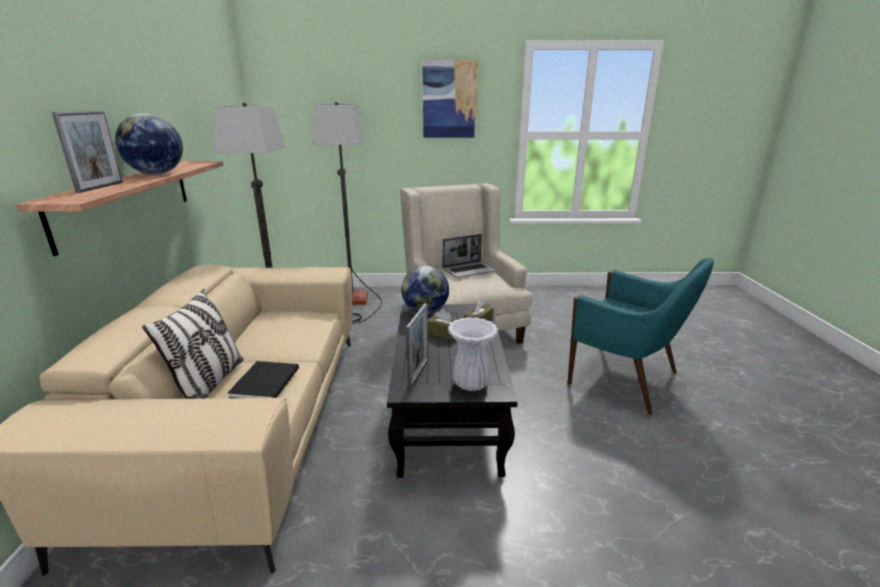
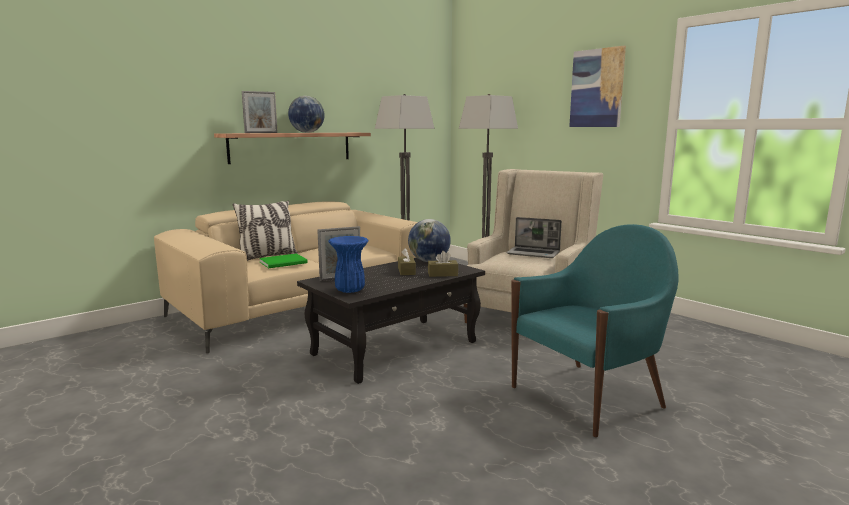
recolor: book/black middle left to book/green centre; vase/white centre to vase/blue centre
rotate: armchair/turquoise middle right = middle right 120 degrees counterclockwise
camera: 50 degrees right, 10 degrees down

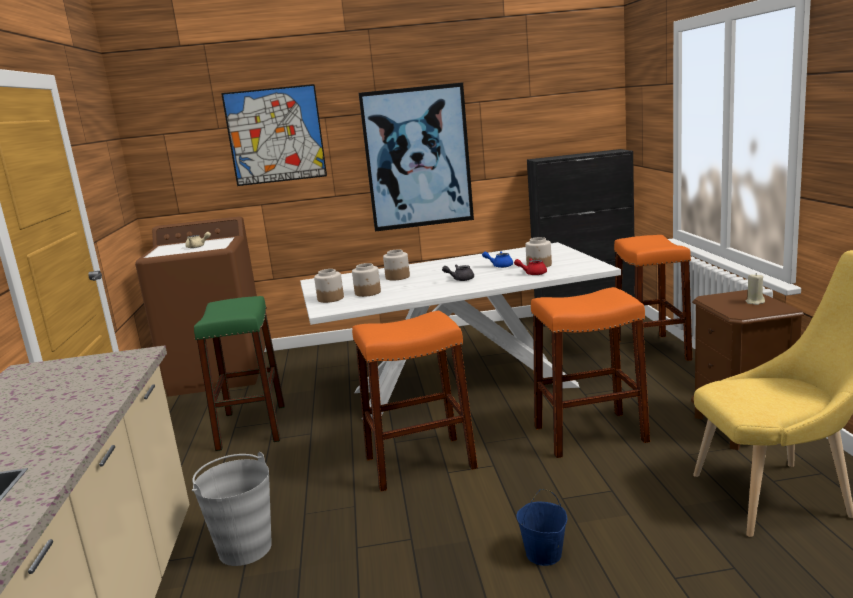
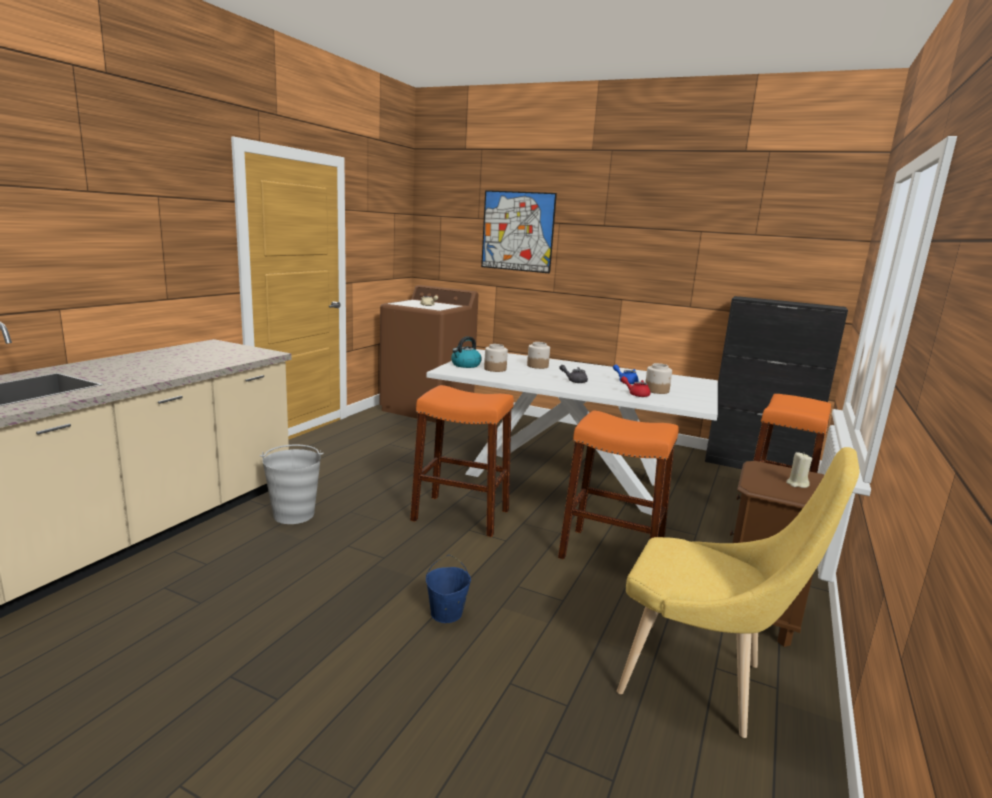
delete: stool/green middle left; picture (2nd from left) top centre
replace: jar (1st from left) centre to kettle centre
camera: 30 degrees right, 0 degrees up

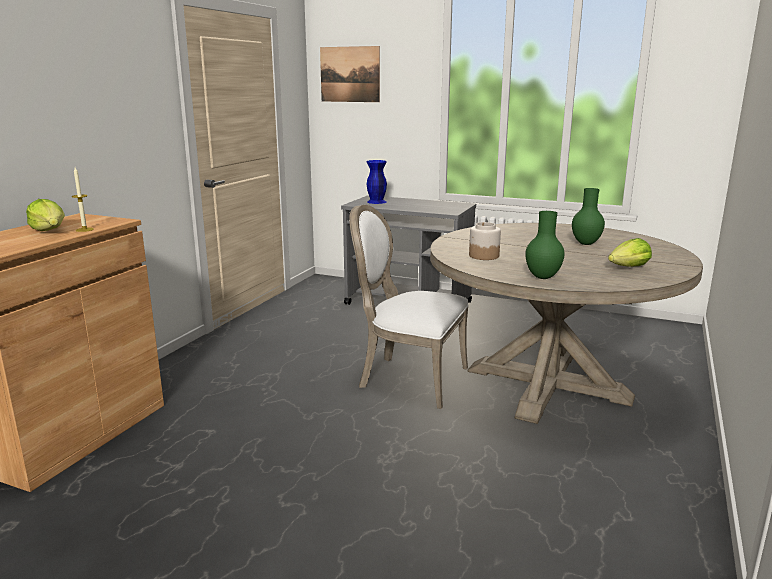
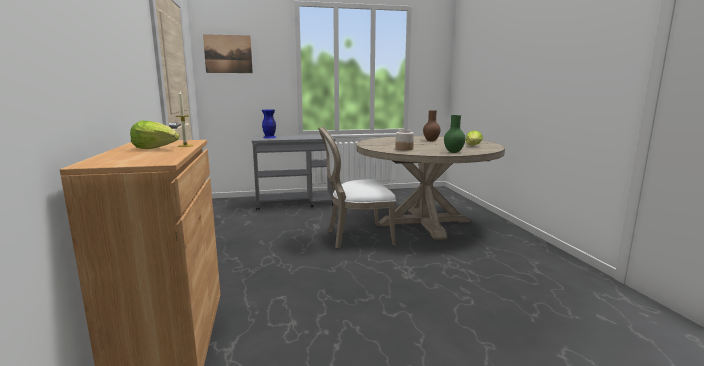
recolor: vase/green (2nd from left) middle right to vase/brown centre
camera: 35 degrees left, 5 degrees down

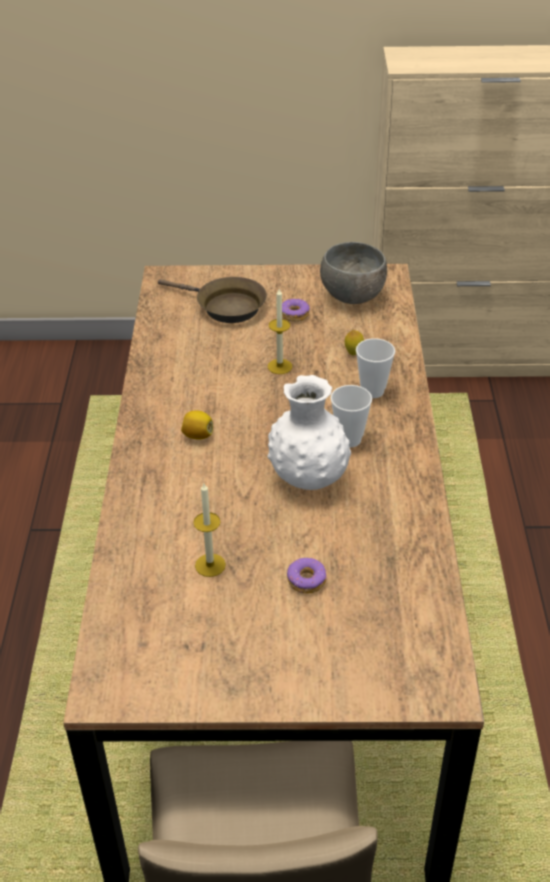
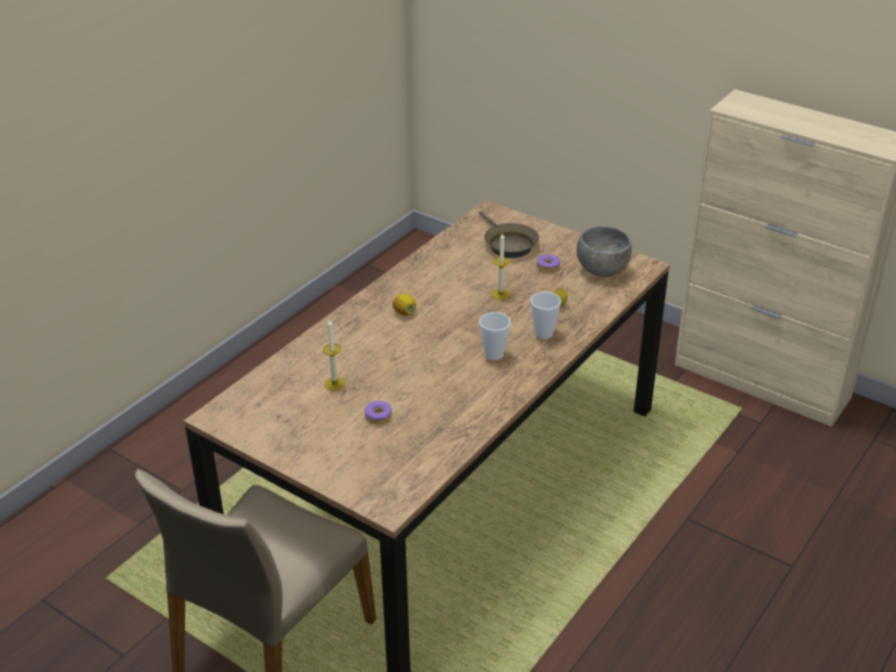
delete: vase/white centre
camera: 35 degrees right, 5 degrees down

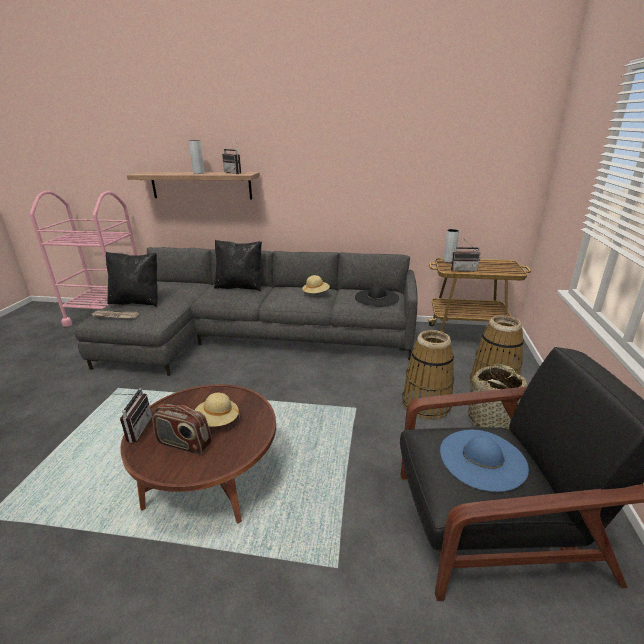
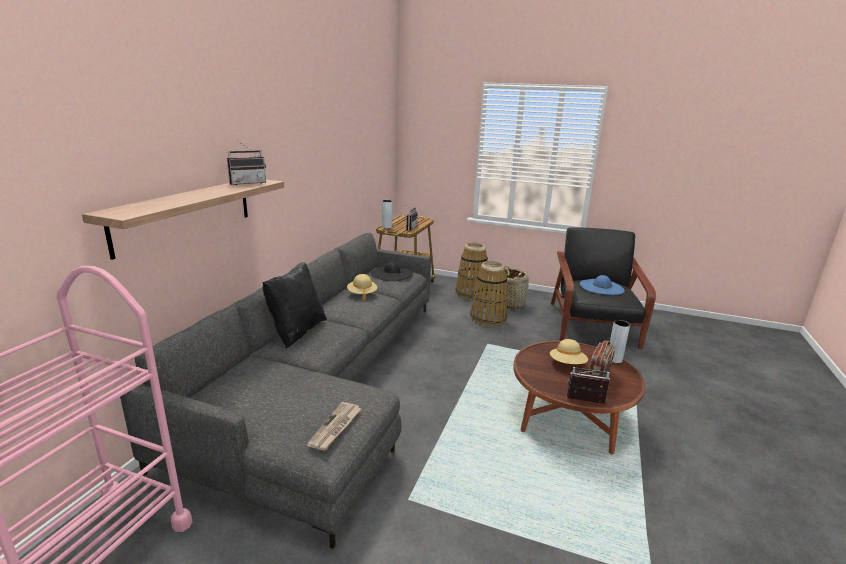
delete: pillow/black (1st from left) middle left
move: vase/grey (1st from left in the first image) top left to vase/grey (2nd from left) middle right
camera: 80 degrees left, 5 degrees down

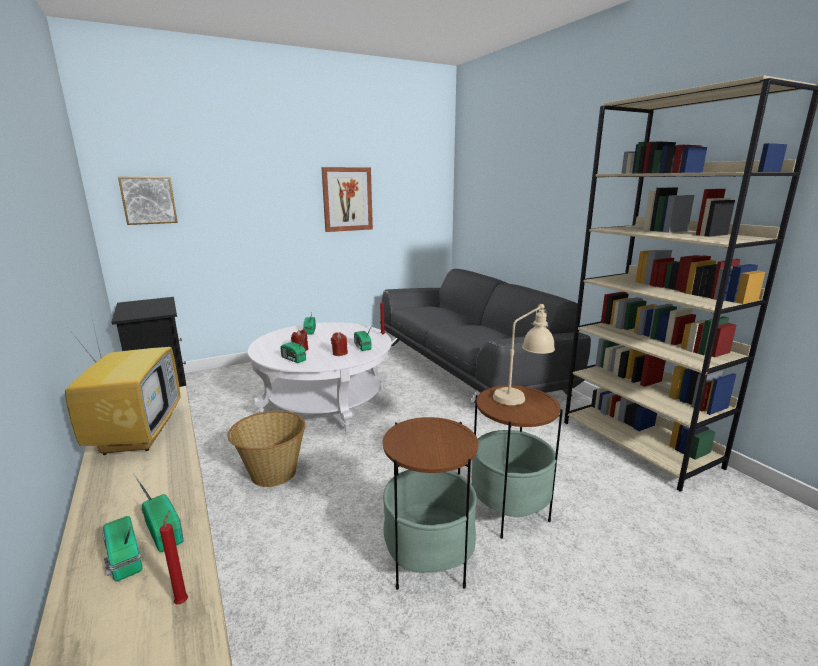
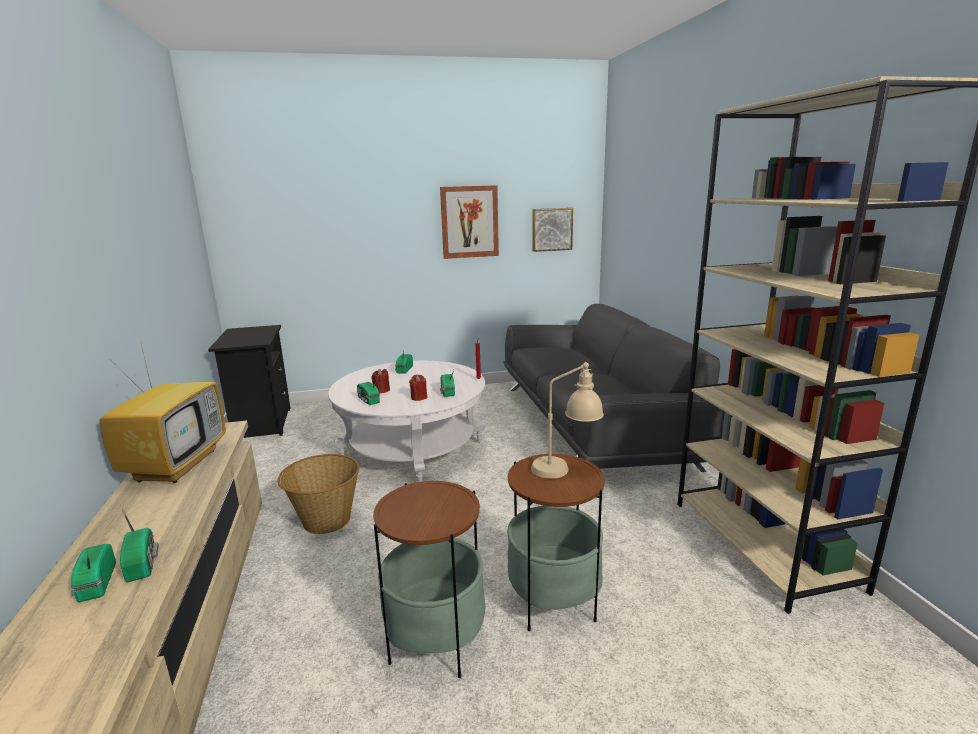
delete: candle/red (1st from left) bottom left
move: picture (1st from left in the first image) top left to picture (2nd from left) top centre
camera: 15 degrees right, 0 degrees up

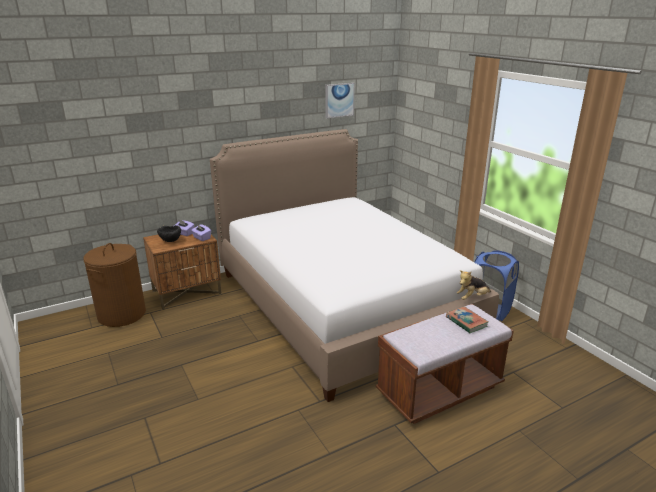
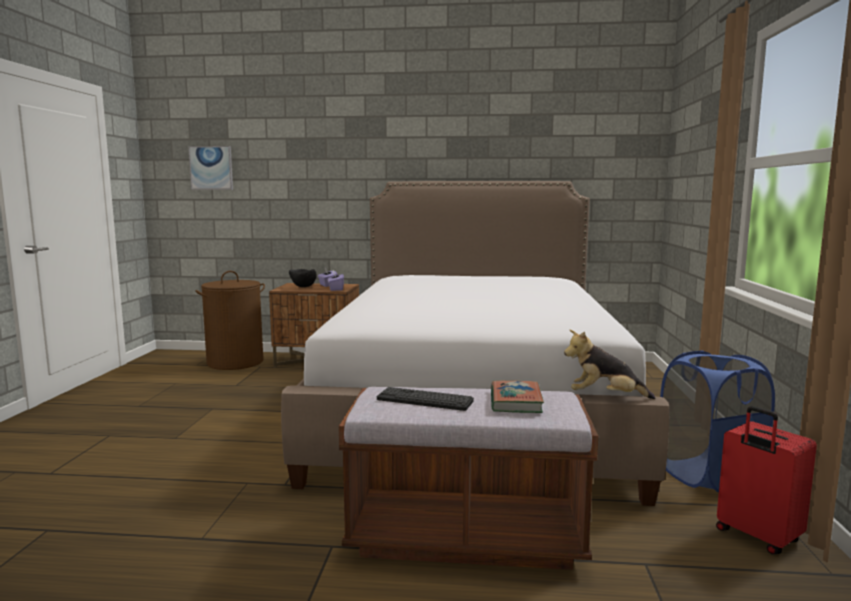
insert: keyboard centre; suitcase/red bottom right
move: picture top centre to top left
camera: 35 degrees right, 15 degrees down

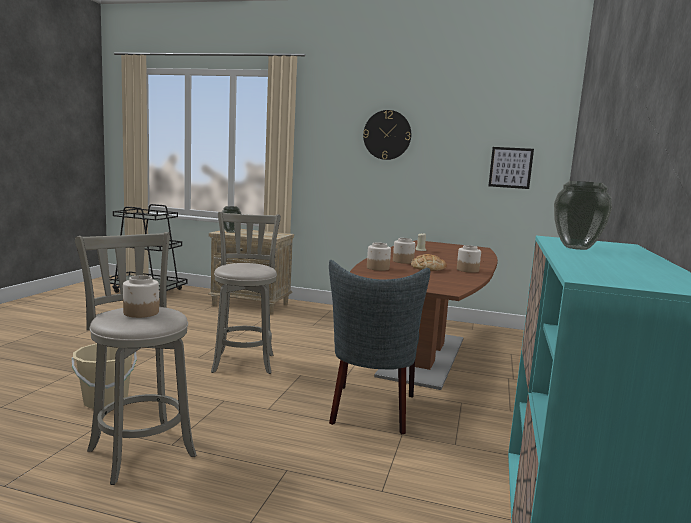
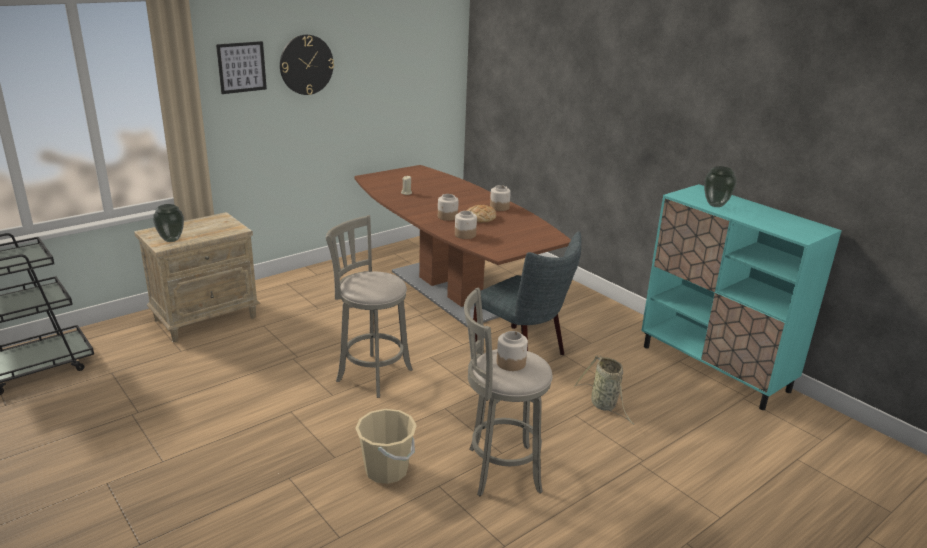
insert: basket bottom centre
move: picture top right to top left
camera: 55 degrees left, 15 degrees up

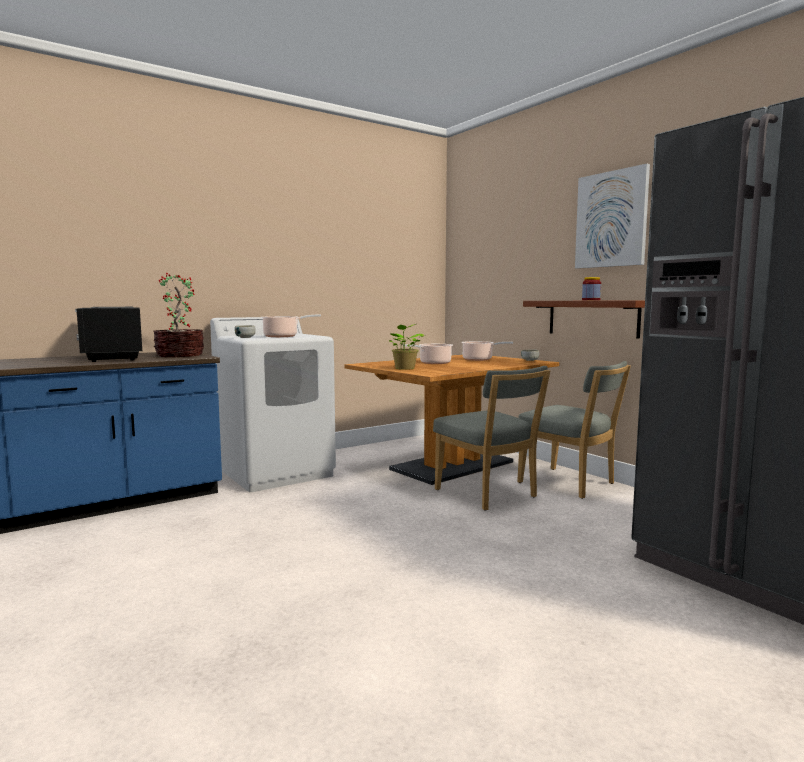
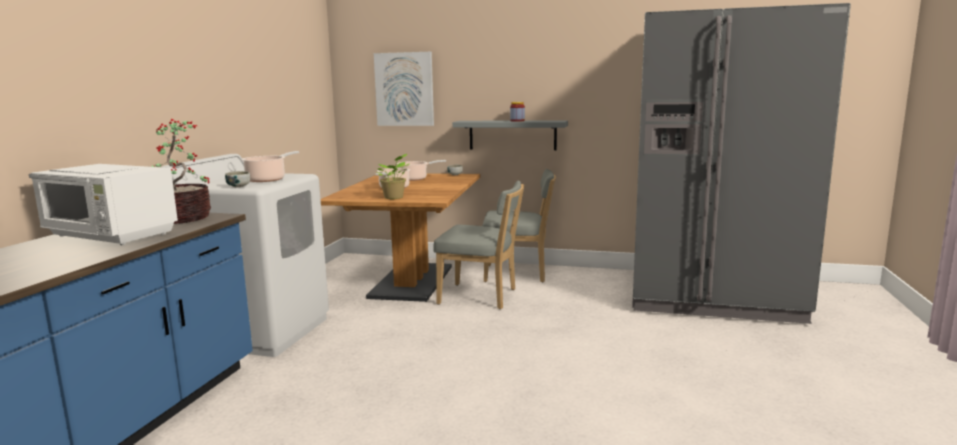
move: picture top right to top centre
recolor: microwave/black middle left to microwave/white middle left; shelf/brown middle right to shelf/grey top centre
camera: 40 degrees left, 5 degrees up

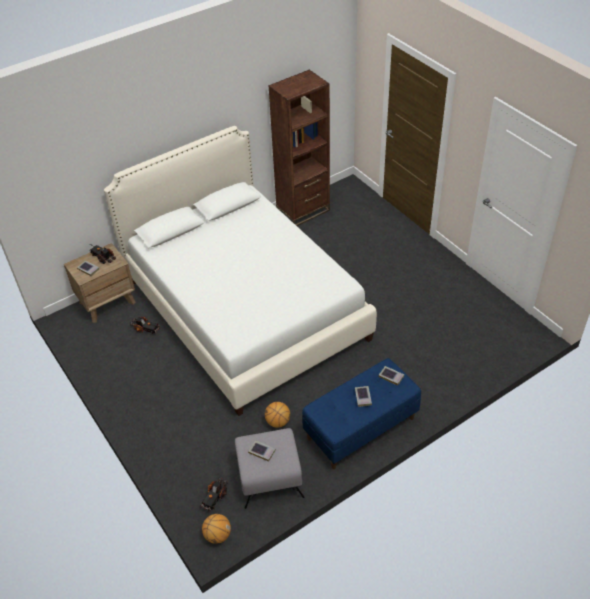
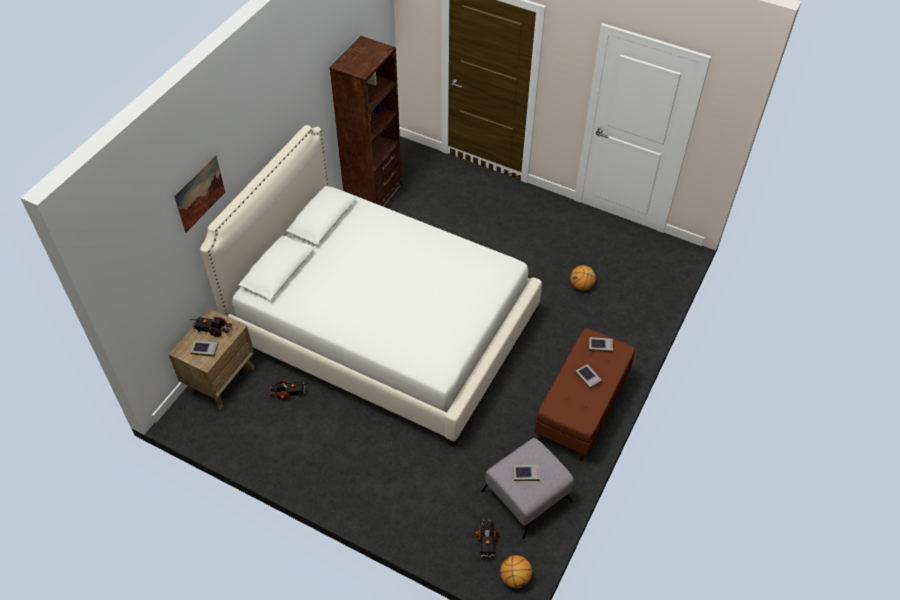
insert: picture top left
move: basketball (2nd from left) bottom centre to centre
recolor: bench/blue bottom centre to bench/brown centre
camera: 30 degrees left, 5 degrees up

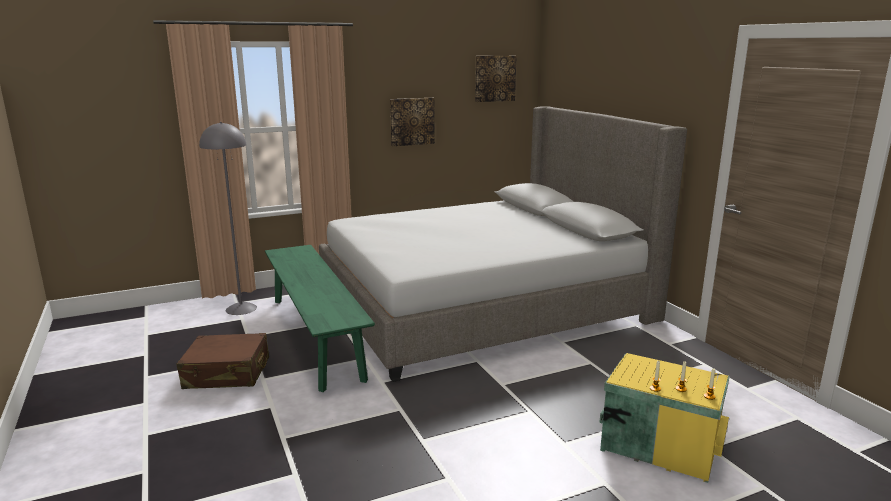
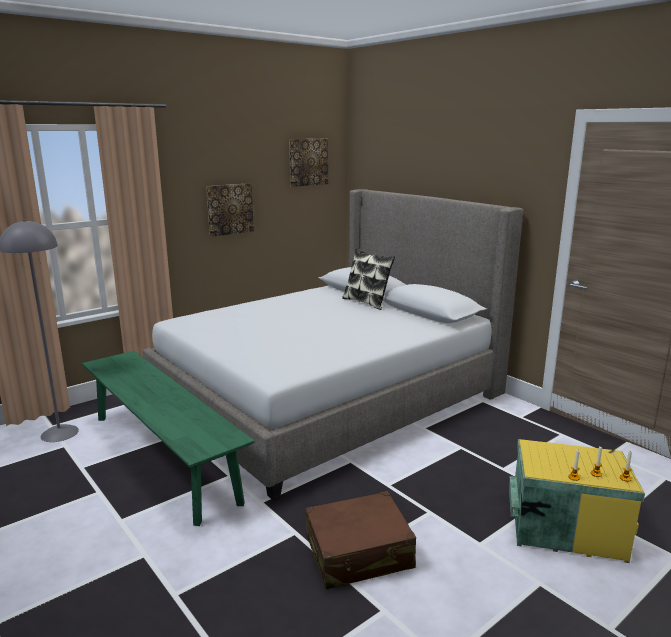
insert: pillow centre
move: suitcase/brown bottom left to bottom centre
camera: 15 degrees left, 0 degrees up

